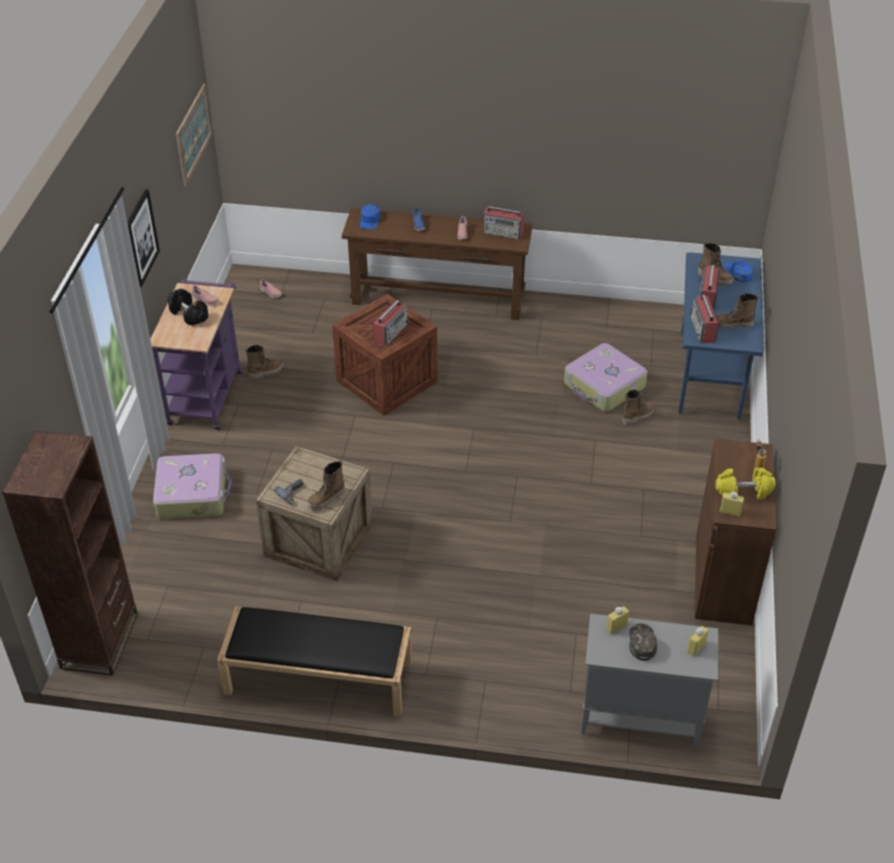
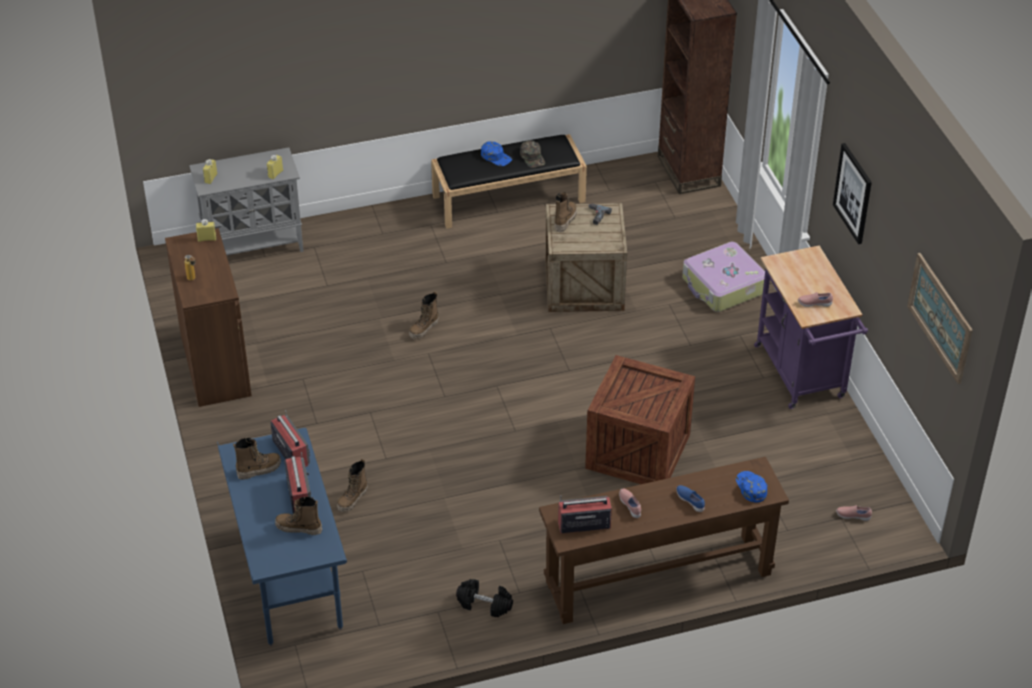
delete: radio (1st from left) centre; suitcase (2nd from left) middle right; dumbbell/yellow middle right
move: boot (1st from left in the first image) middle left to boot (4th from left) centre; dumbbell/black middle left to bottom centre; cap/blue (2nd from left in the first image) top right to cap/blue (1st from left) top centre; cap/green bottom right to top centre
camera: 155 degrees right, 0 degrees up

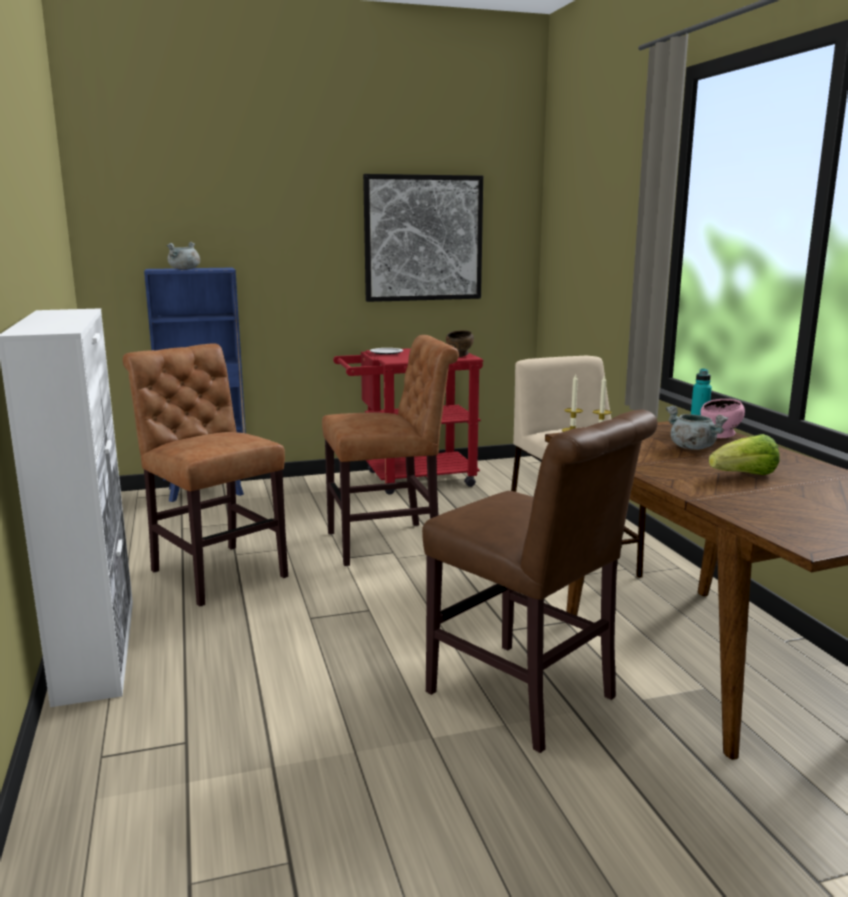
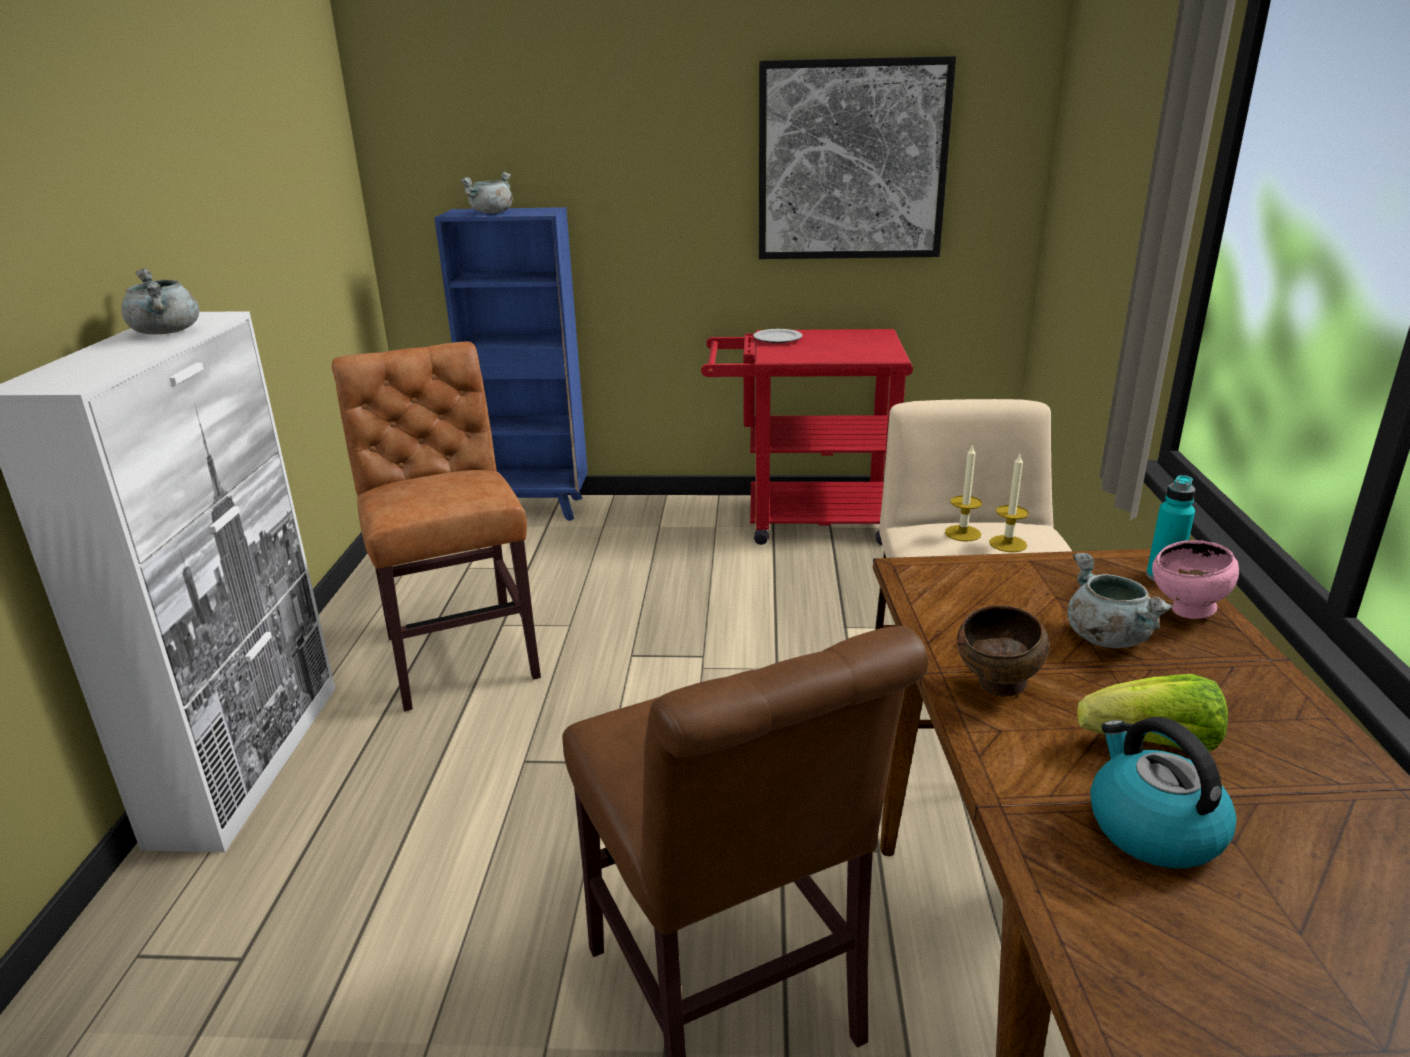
delete: chair/brown (2nd from left) centre
insert: cooking pot/grey (1st from left) top left; kettle bottom right
move: bowl/brown centre to middle right
camera: 20 degrees right, 10 degrees up

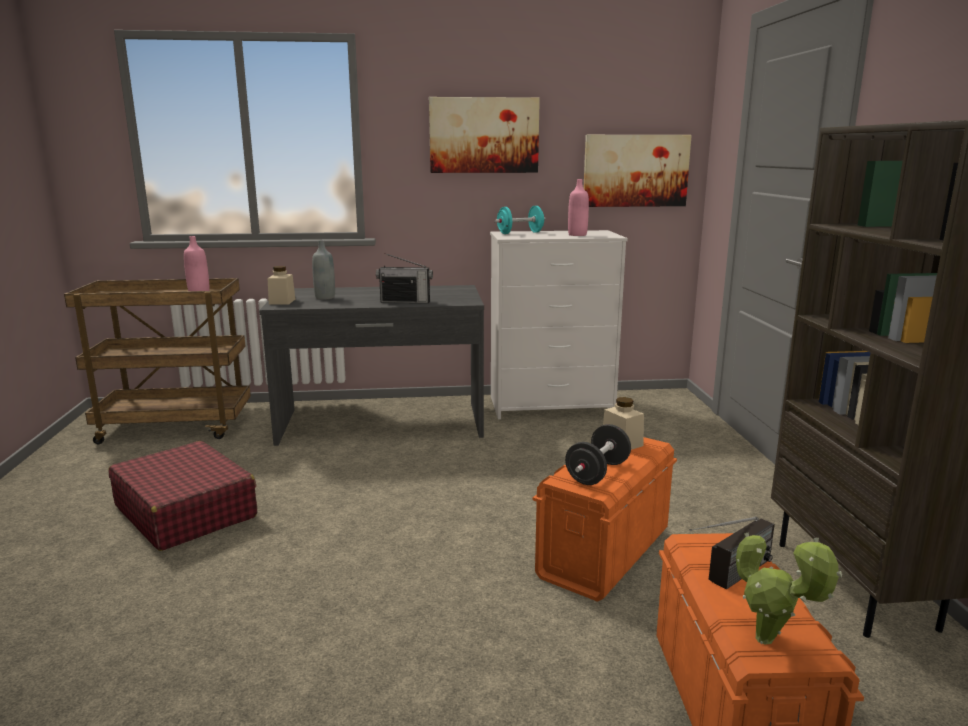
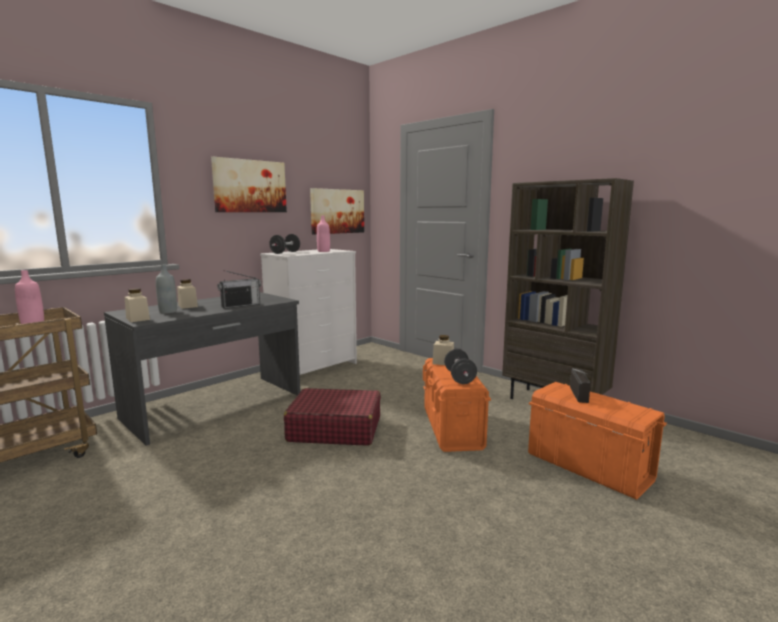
delete: potted plant bottom right
insert: jar/beige (2nd from left) middle left
move: suitcase/red bottom left to bottom centre
recolor: dumbbell/turquoise top centre to dumbbell/black (1st from left) centre
camera: 40 degrees left, 5 degrees down

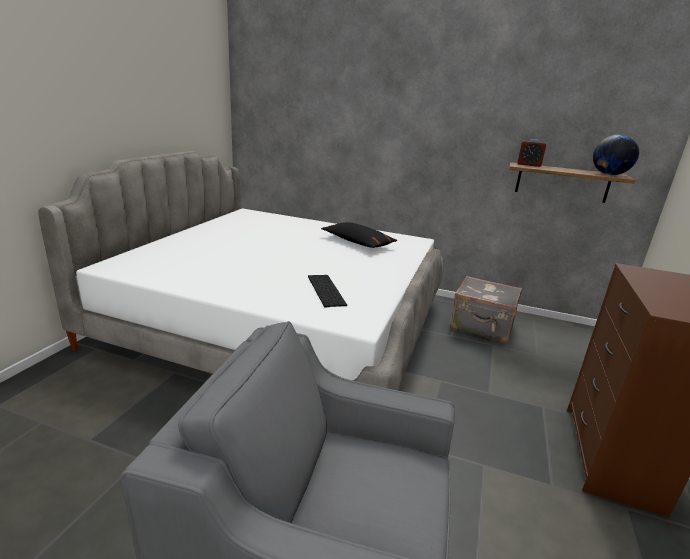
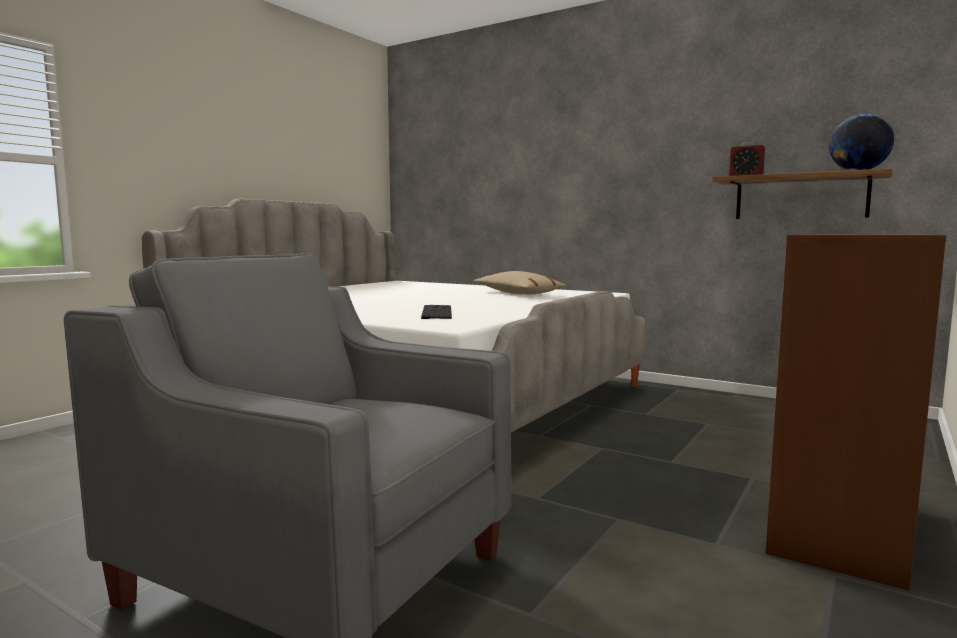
delete: suitcase/grey middle right
recolor: pillow/black centre to pillow/beige centre
camera: 15 degrees right, 15 degrees down

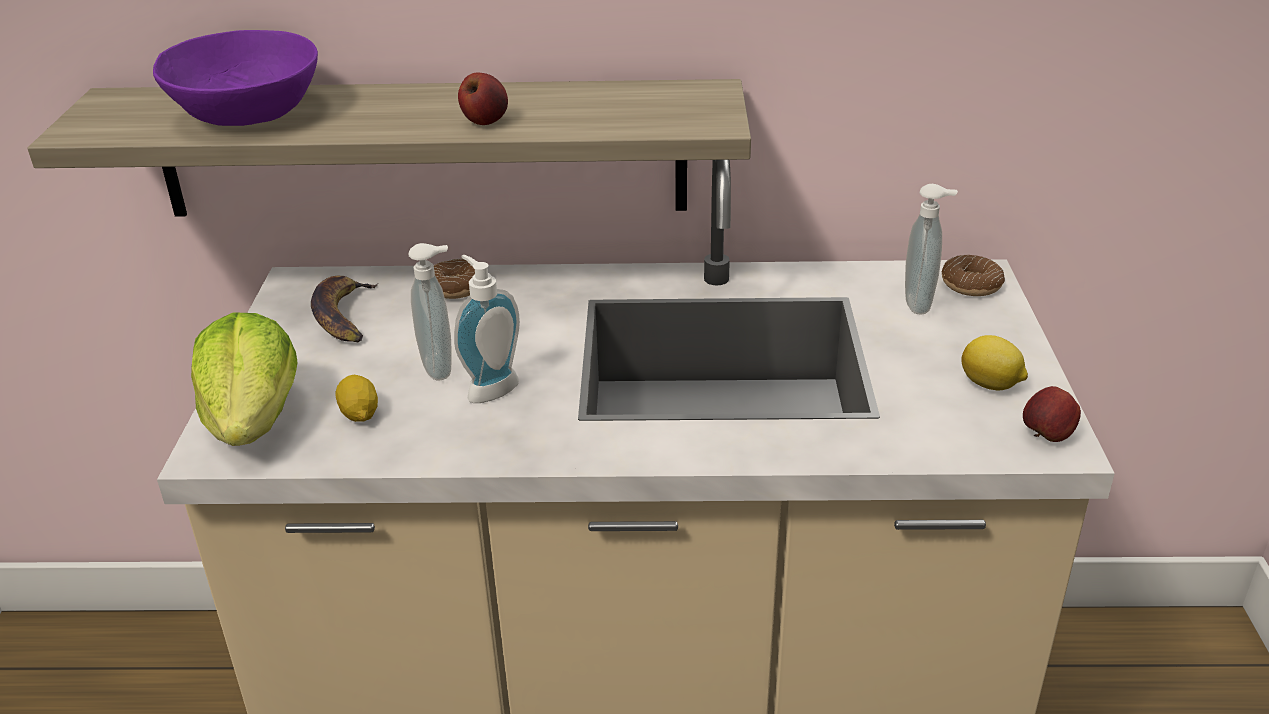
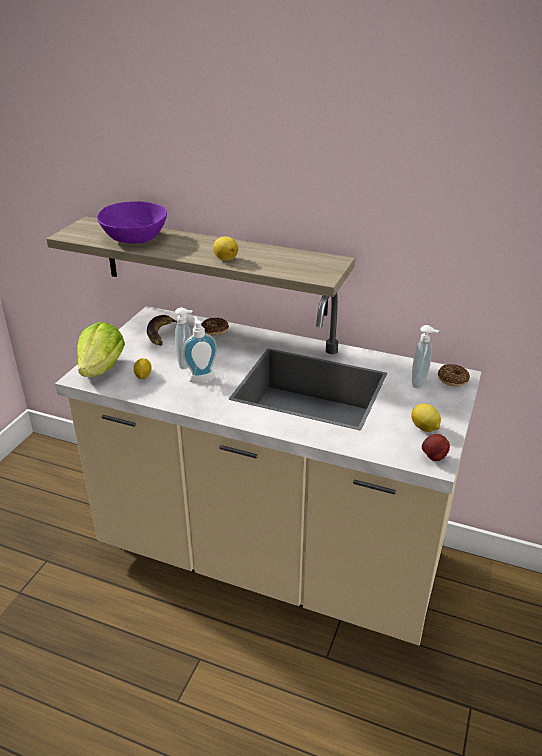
replace: apple (1st from left) top centre to lemon (2nd from left) top centre
camera: 20 degrees right, 0 degrees up

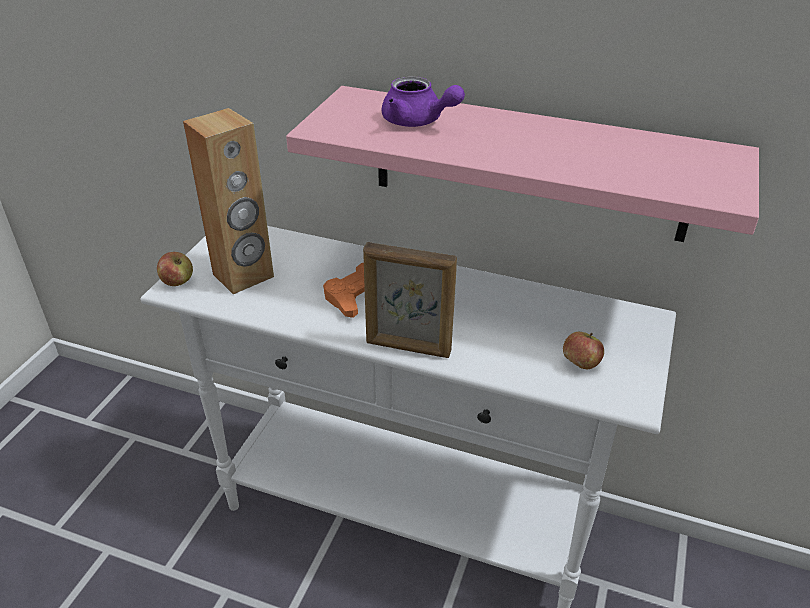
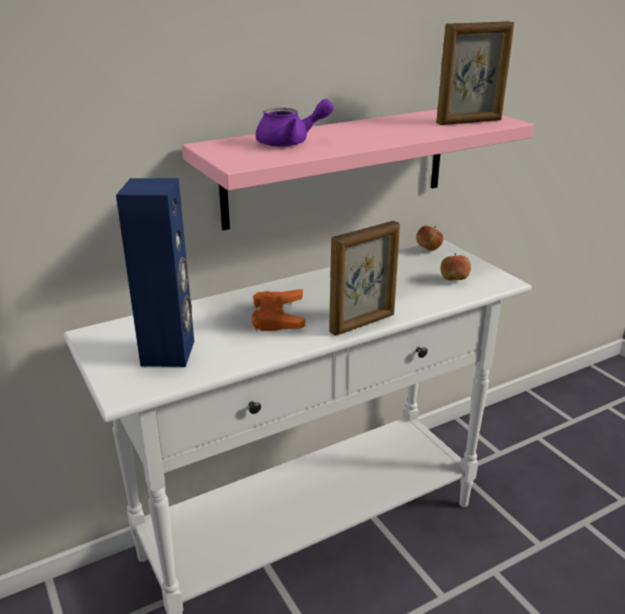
insert: picture frame (2nd from left) top right
move: apple (1st from left) middle left to middle right
recolor: speaker/brown top left to speaker/blue middle left
camera: 50 degrees left, 10 degrees down

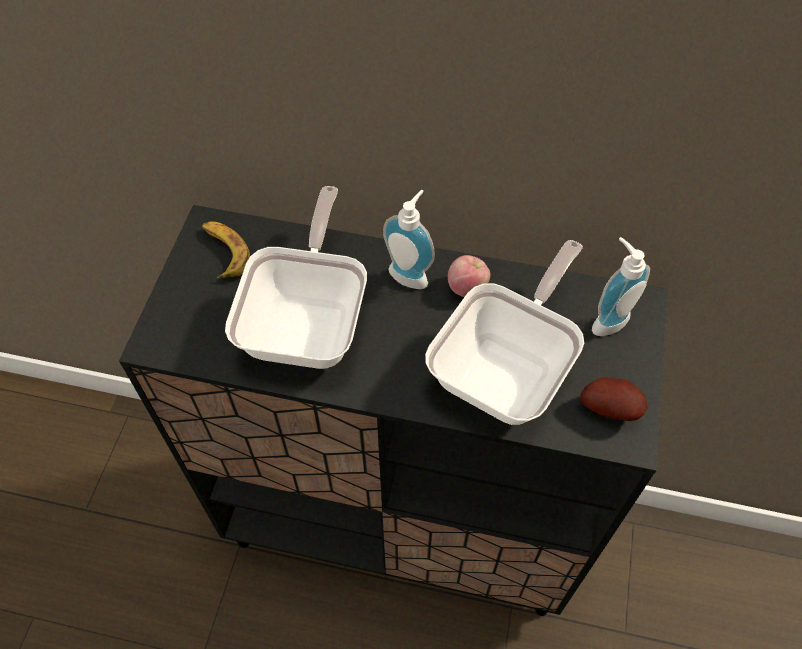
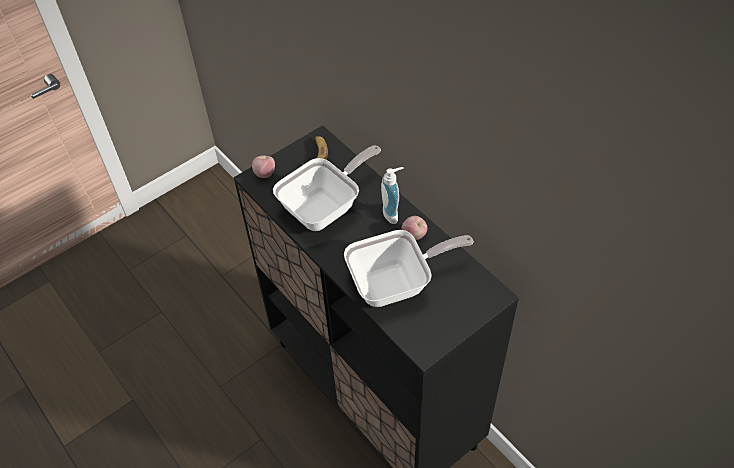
delete: potato middle right; soap dispenser (2nd from left) middle right
insert: apple (1st from left) centre
camera: 40 degrees right, 5 degrees down

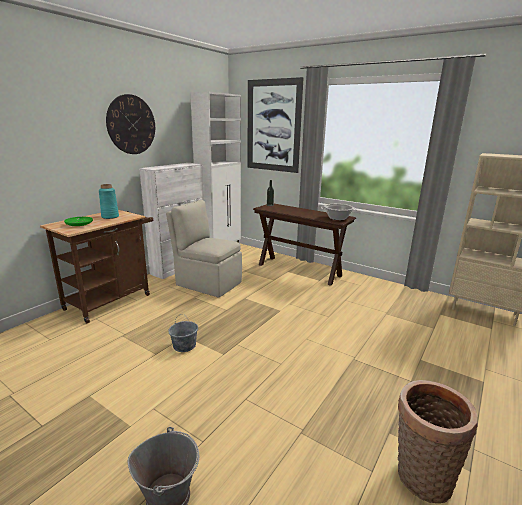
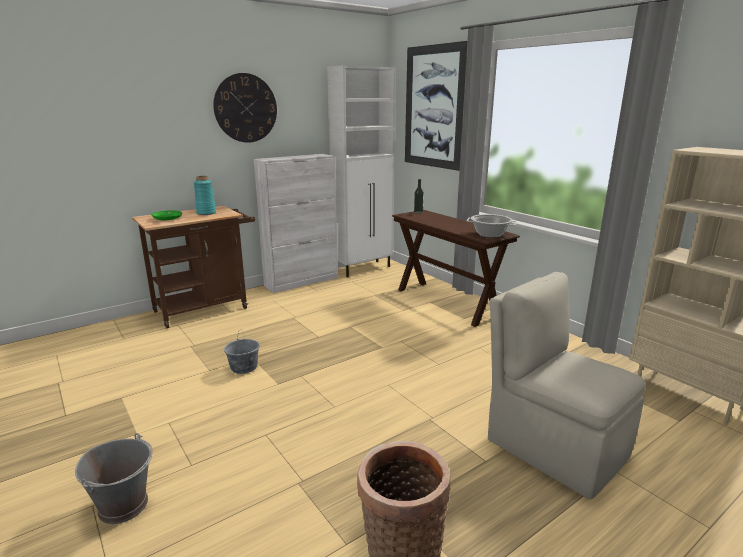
move: chair/beige centre to bottom right
camera: 20 degrees right, 0 degrees up

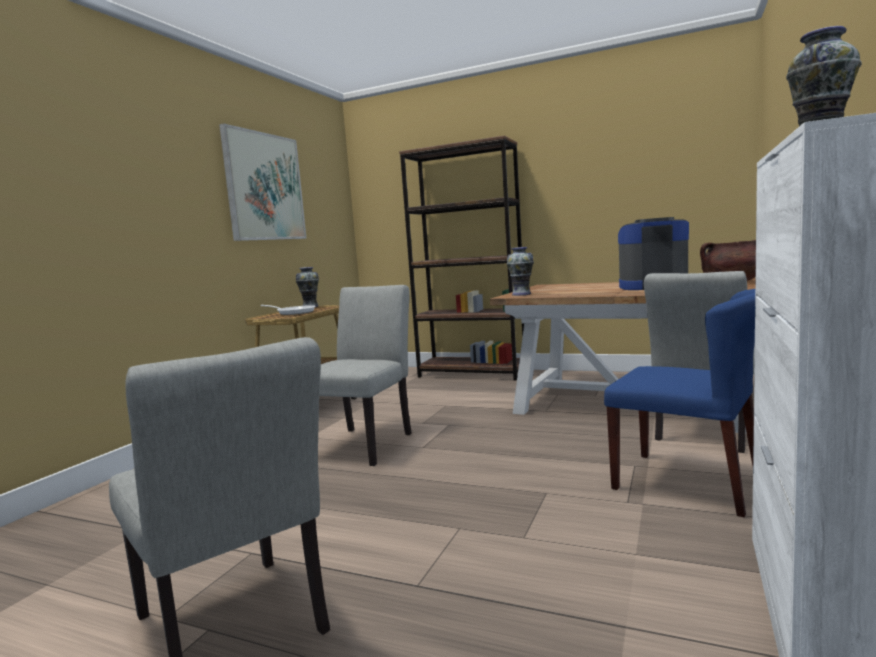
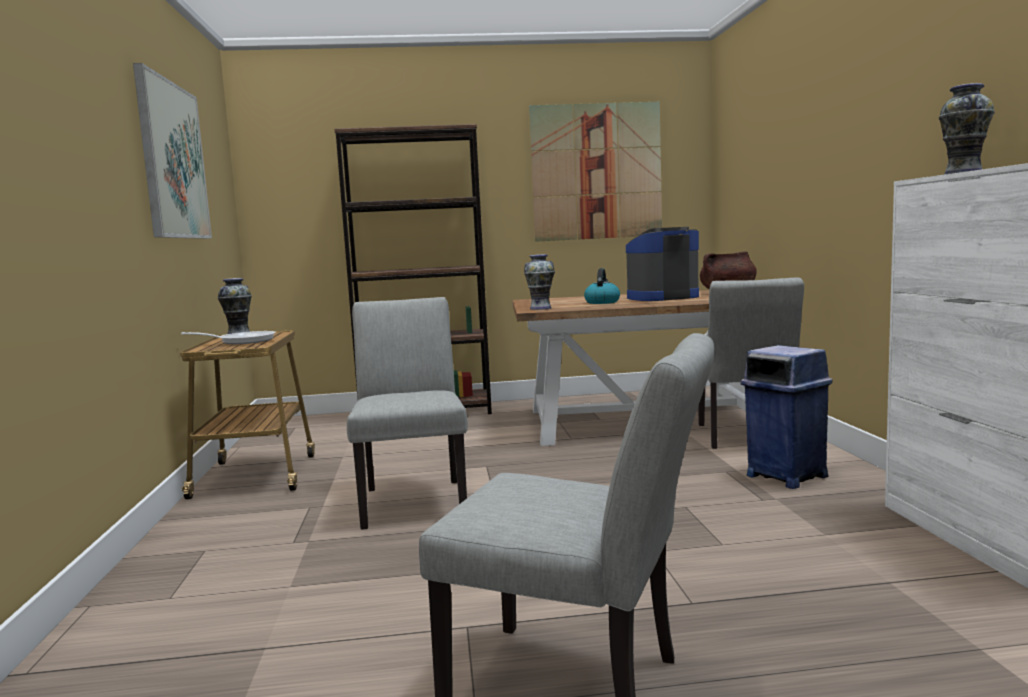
insert: picture (2nd from left) top centre; kettle centre
replace: chair/blue middle right to trash can/blue middle right
camera: 30 degrees left, 0 degrees up

